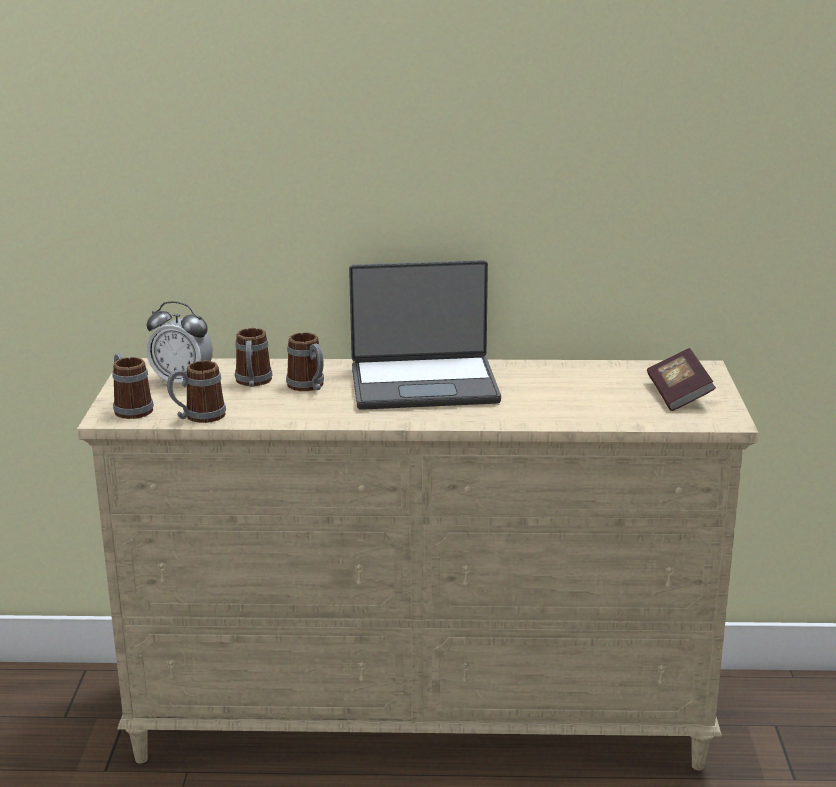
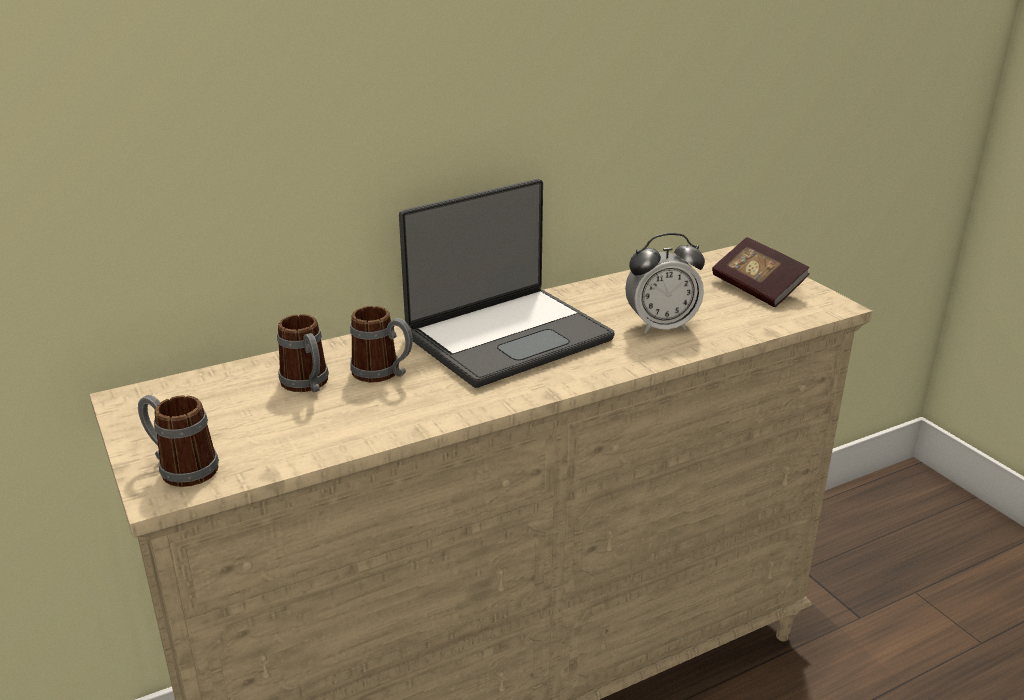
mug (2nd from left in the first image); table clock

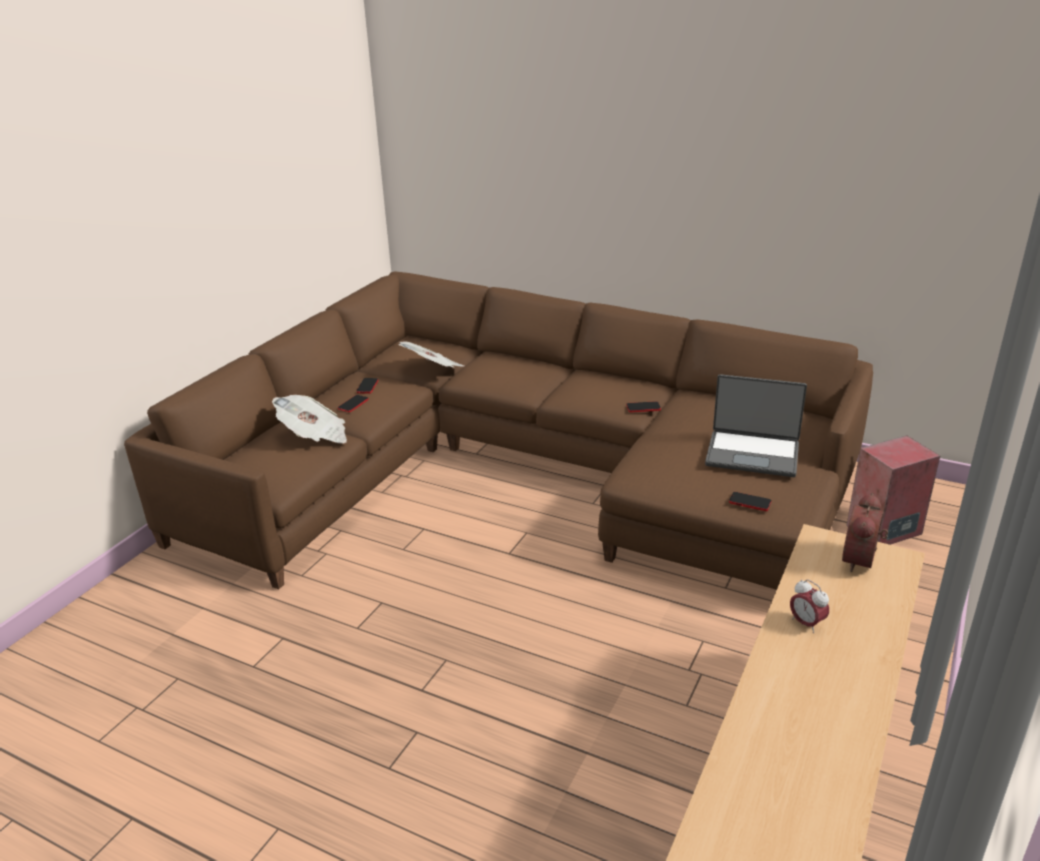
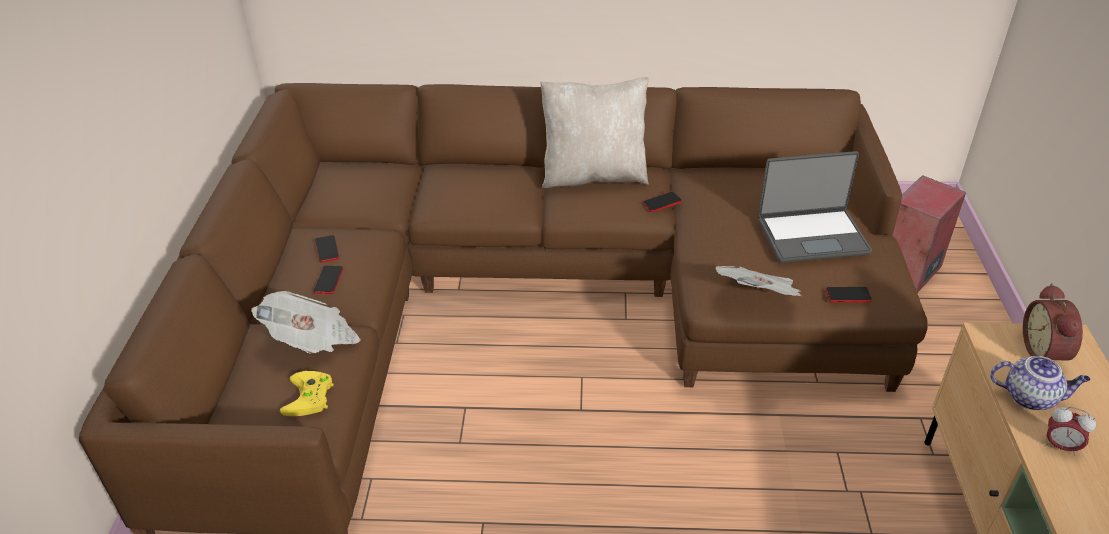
yellowish joypad; beige-coloured pillow; tea pot; printed paper (2nd from left)

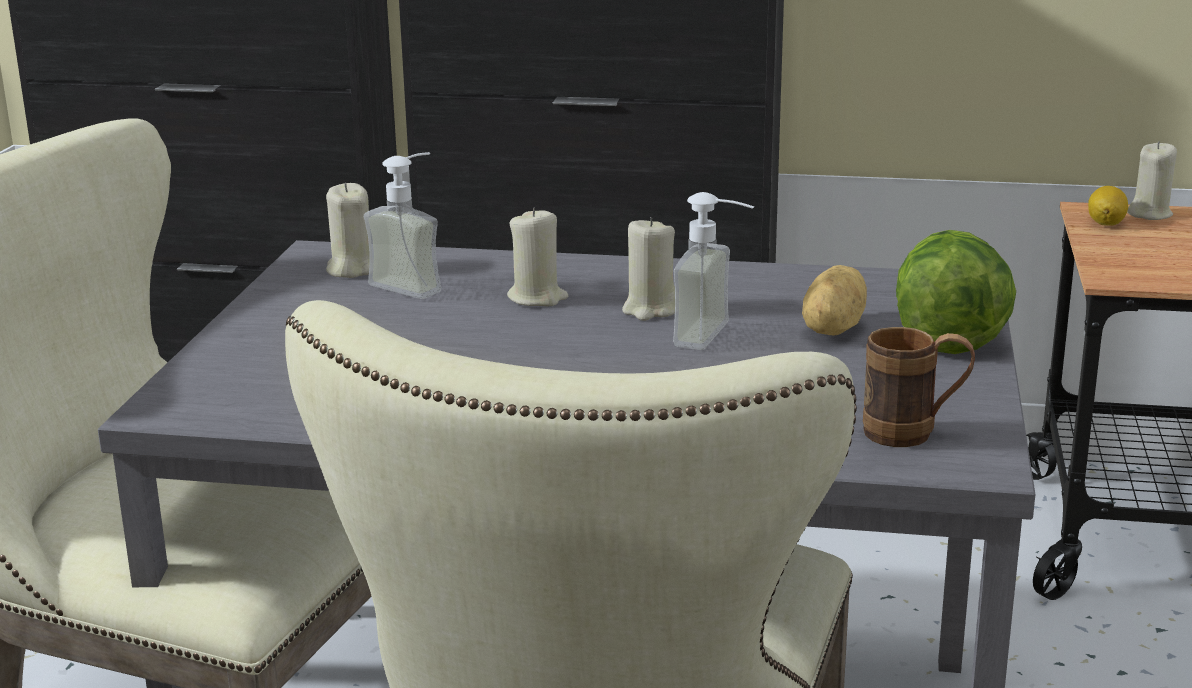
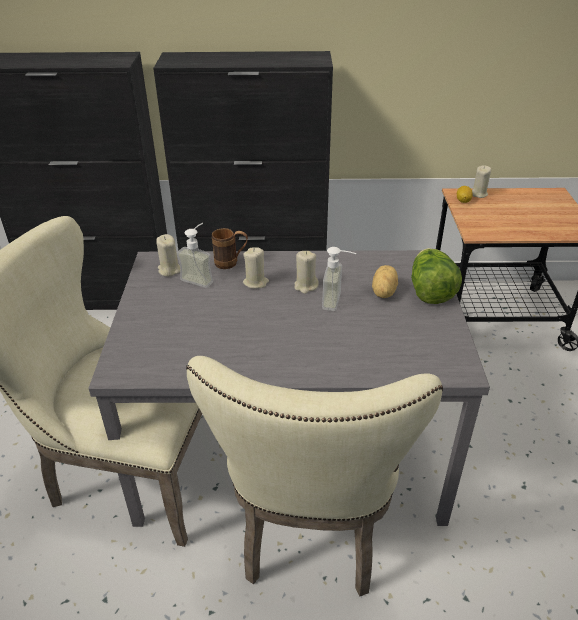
brown-coloured mug

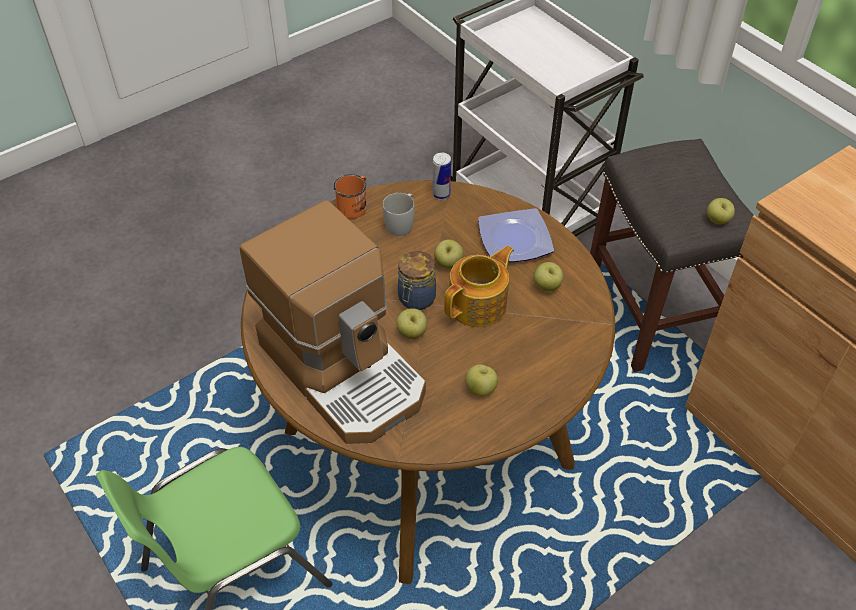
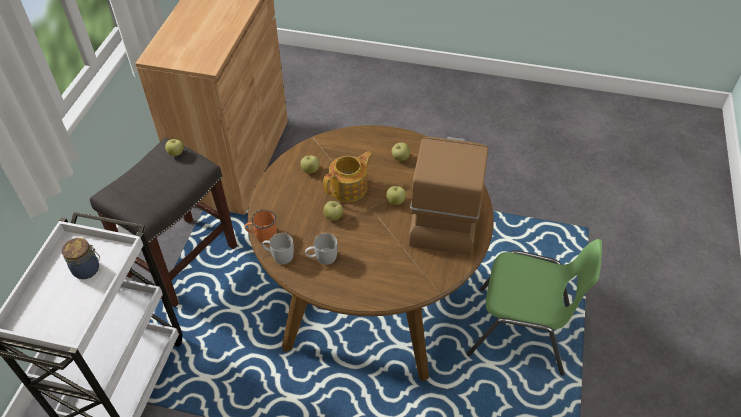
flat dish; orange-coloured mug; storage jar; white mug (1st from left); tea pot

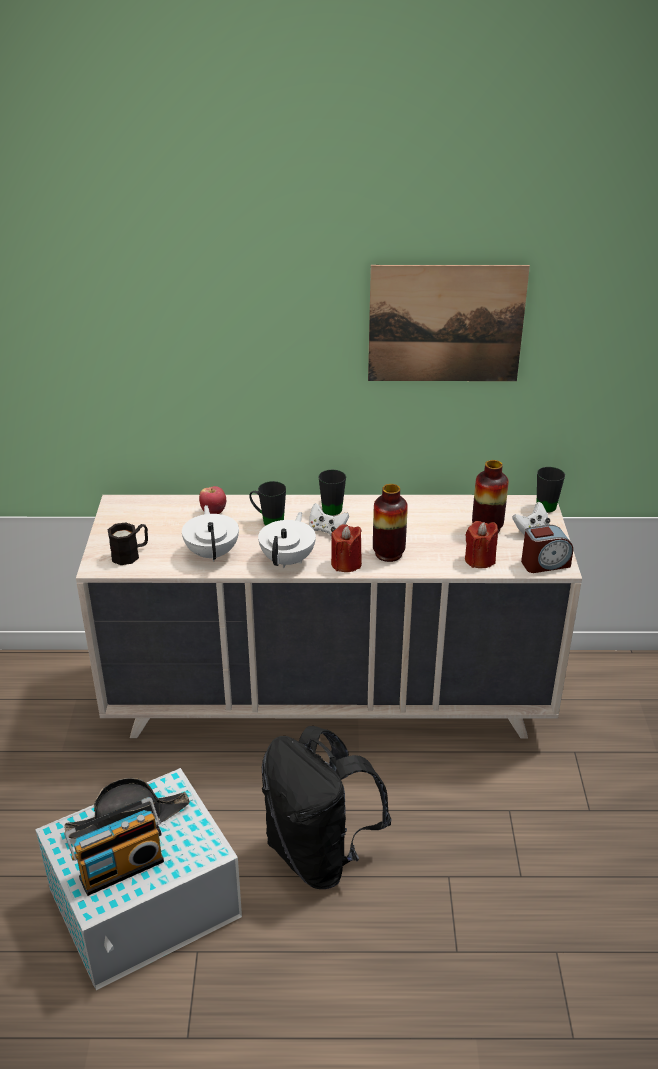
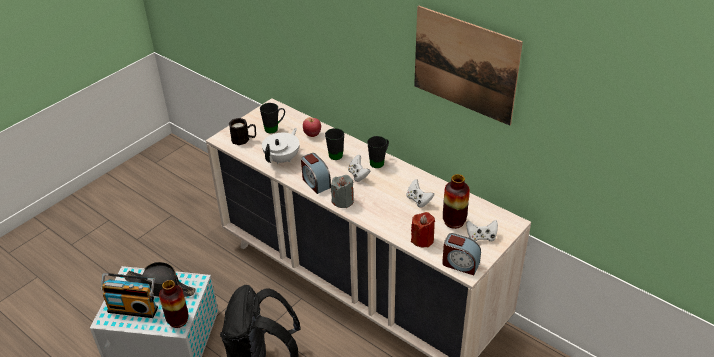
white joypad (2nd from left); decorative vase (1st from left); black-coloured mug (2nd from left); table clock (1st from left); grey wax light

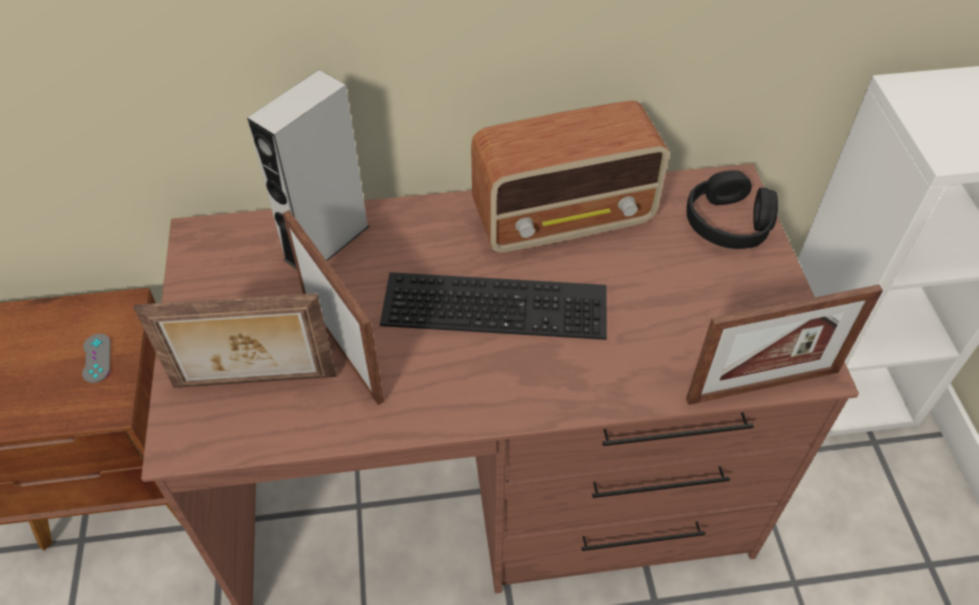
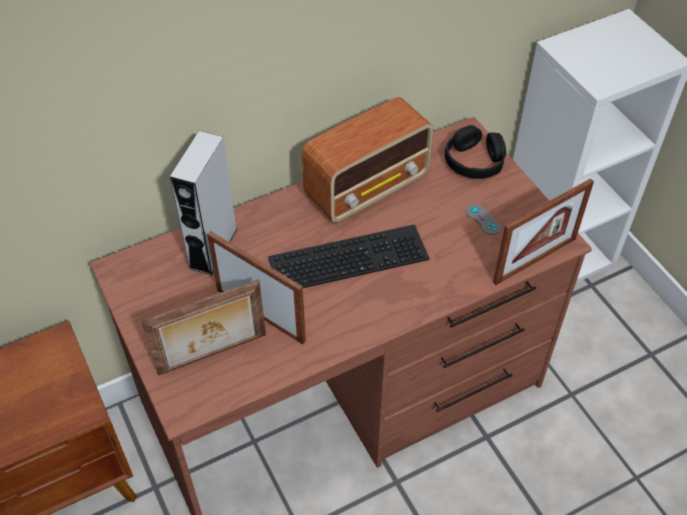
grey joypad

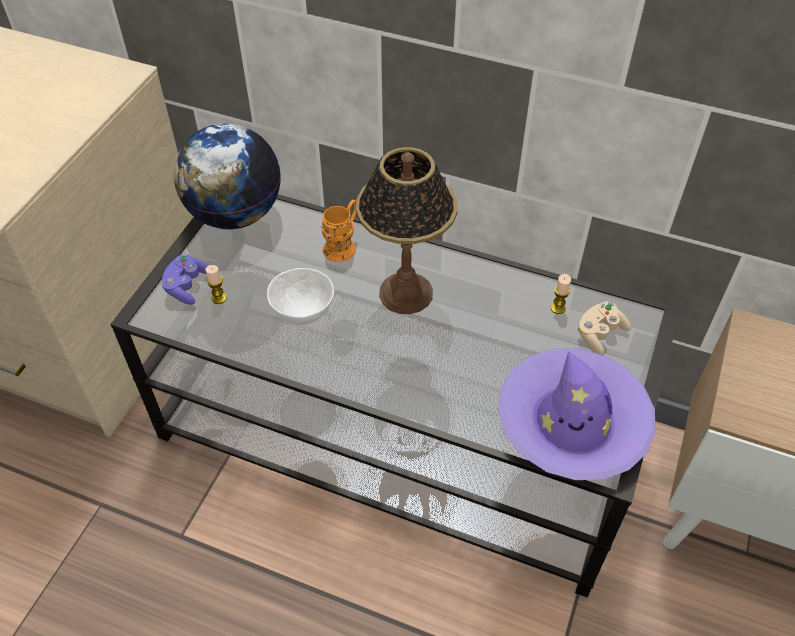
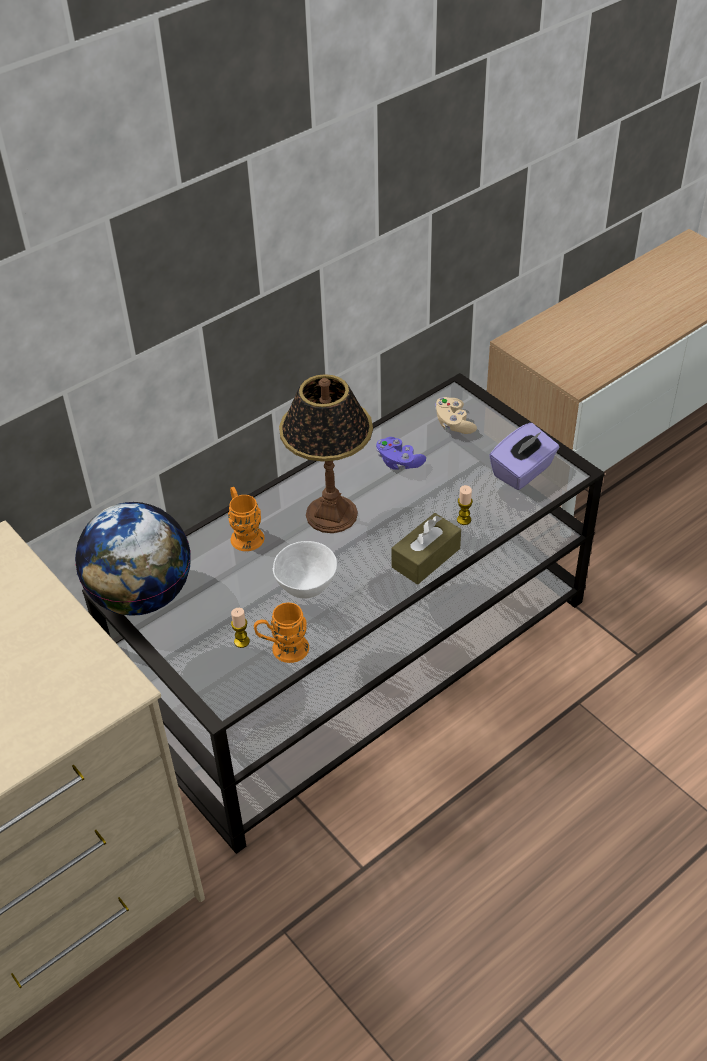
orange-coloured mug (2nd from left); brown-coloured tissue box; purple-coloured joypad; wax light (2nd from left); purple-coloured tissue box

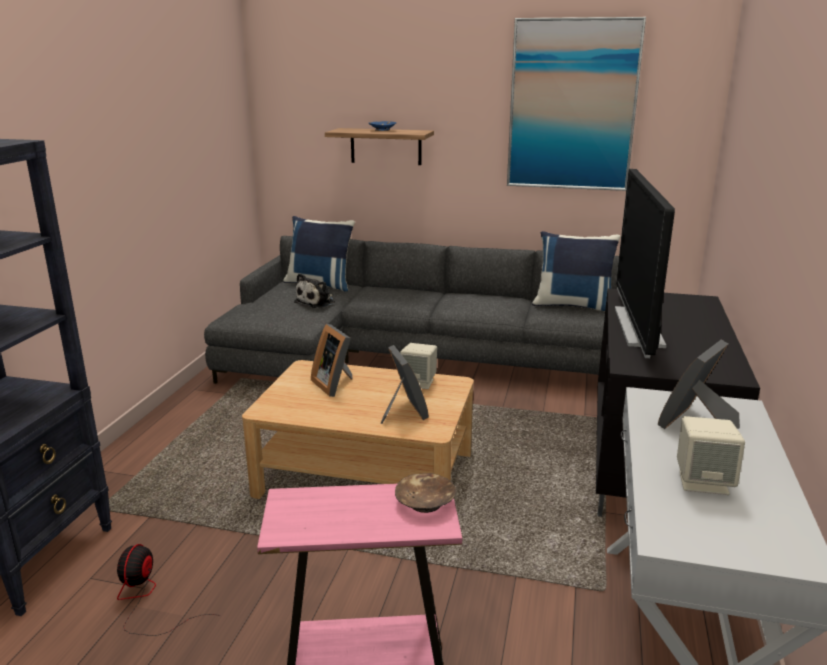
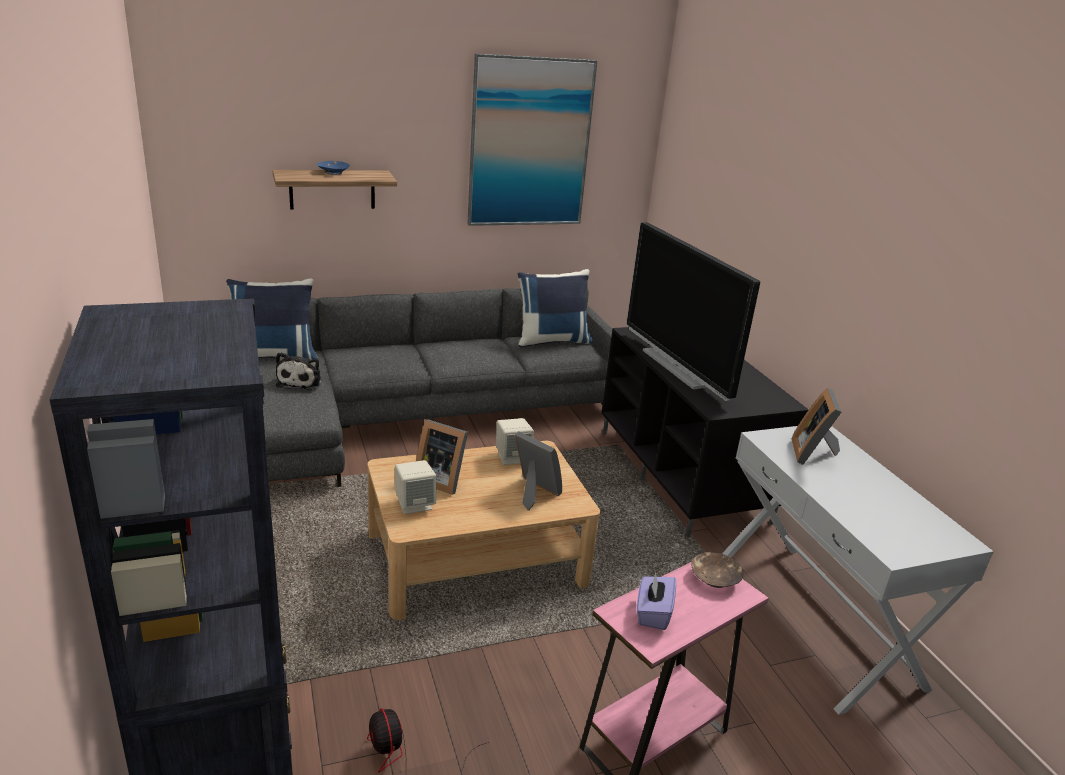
purple-coloured tissue box; beige-coloured loudspeaker (1st from left)

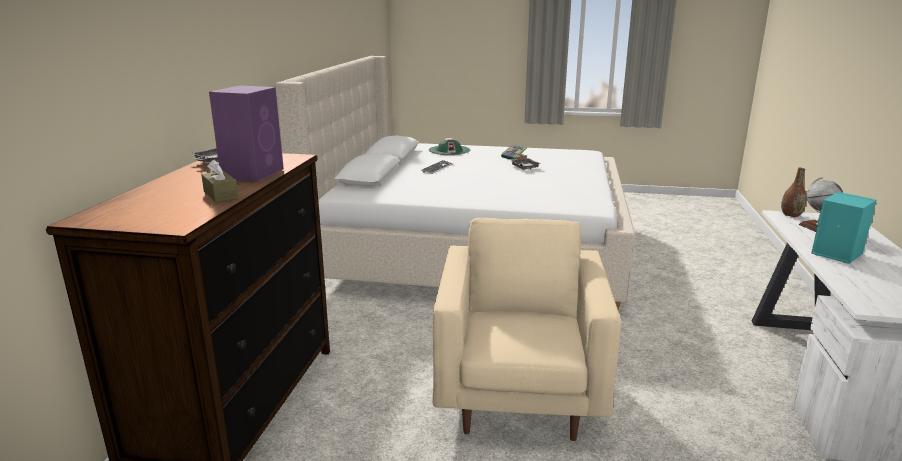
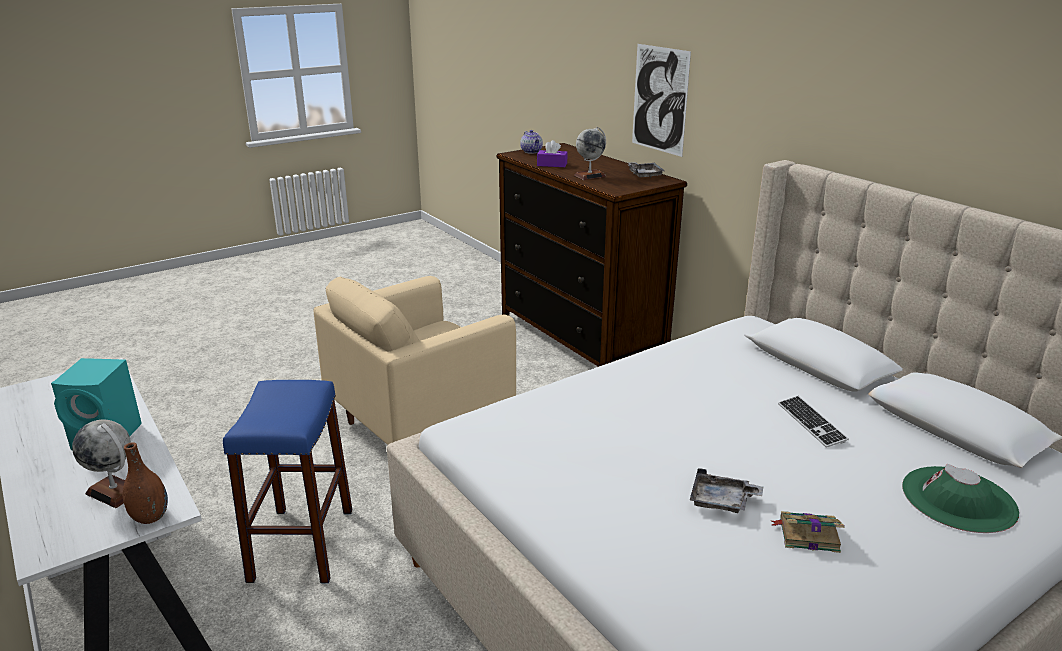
blue stool seat; tea pot; wall picture; desk globe (2nd from left); purple-coloured tissue box; beige-coloured armchair

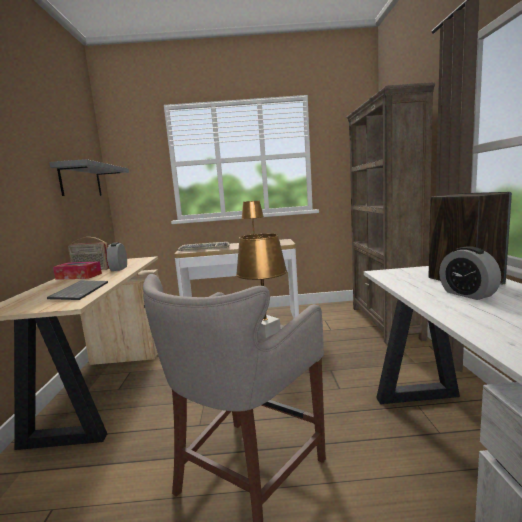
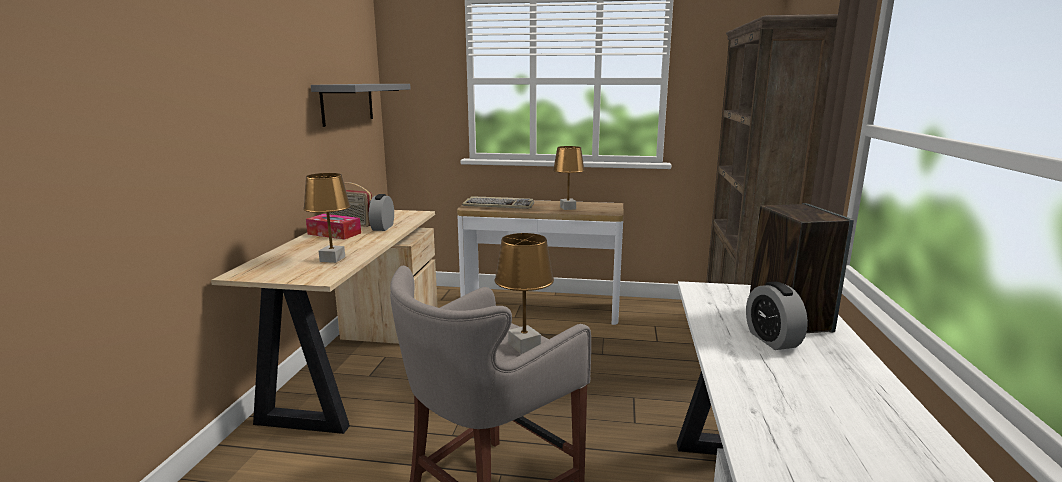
brown-coloured tabletop lamp (1st from left)

